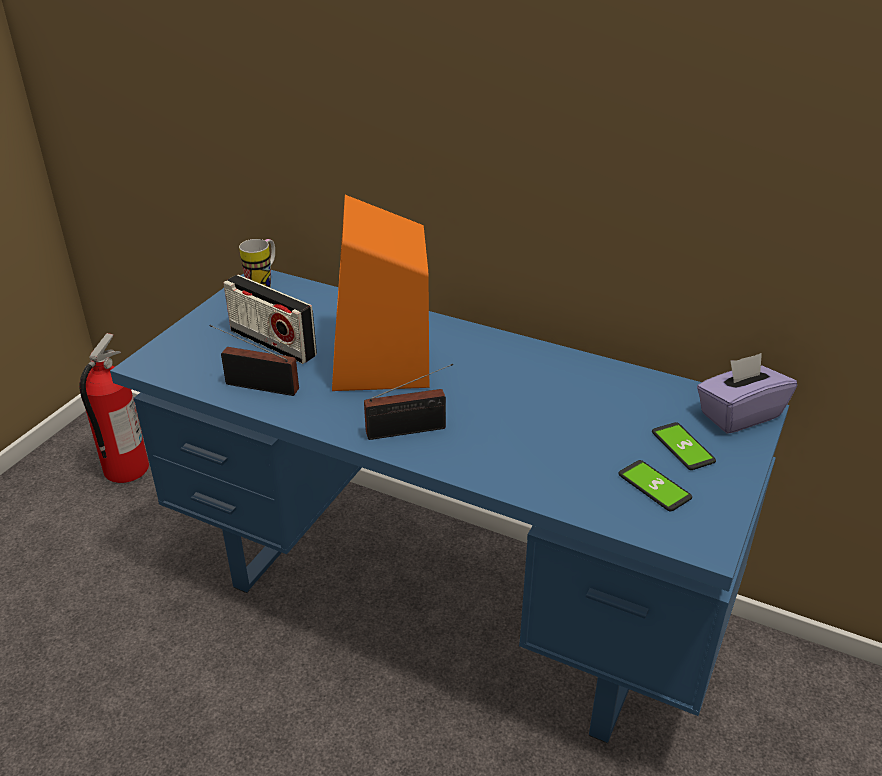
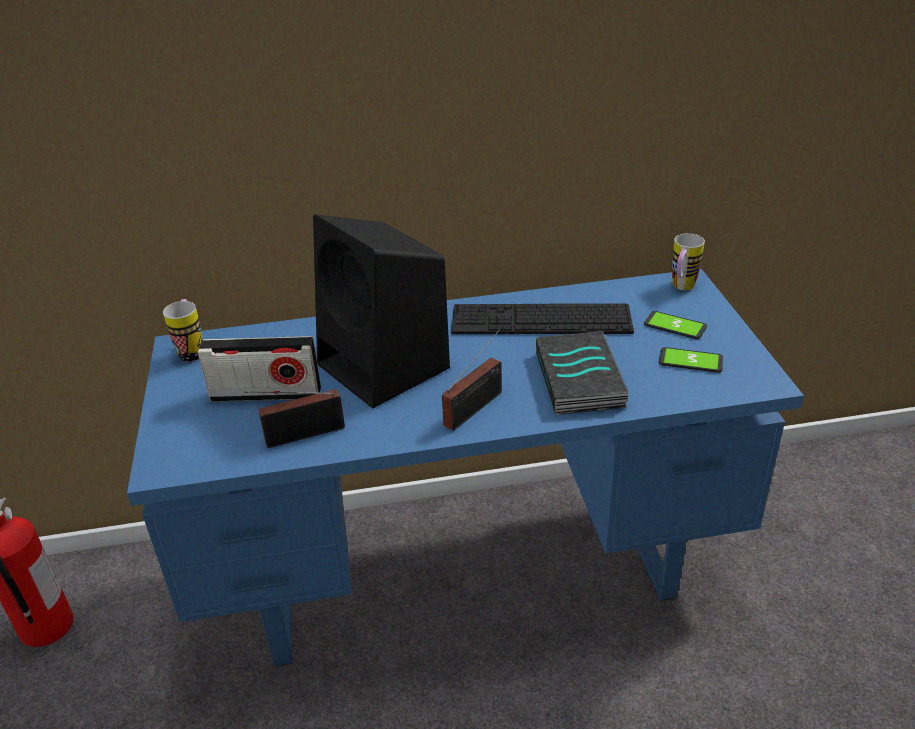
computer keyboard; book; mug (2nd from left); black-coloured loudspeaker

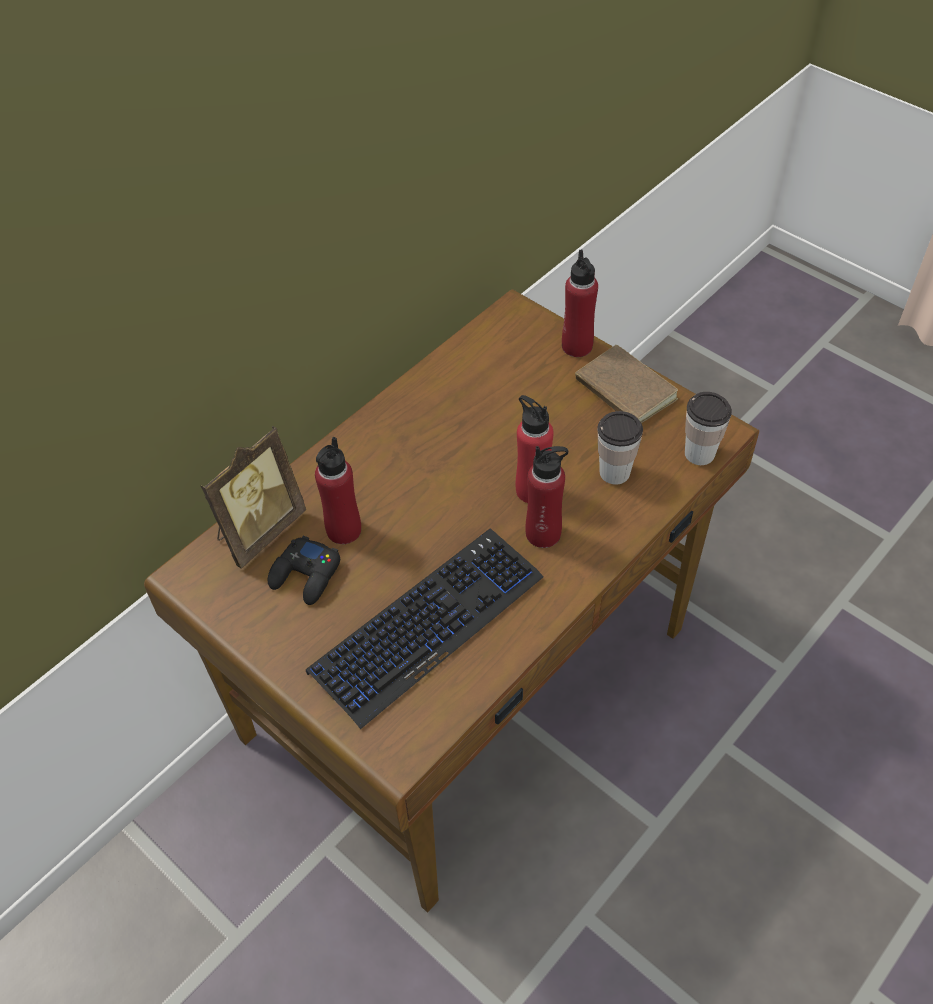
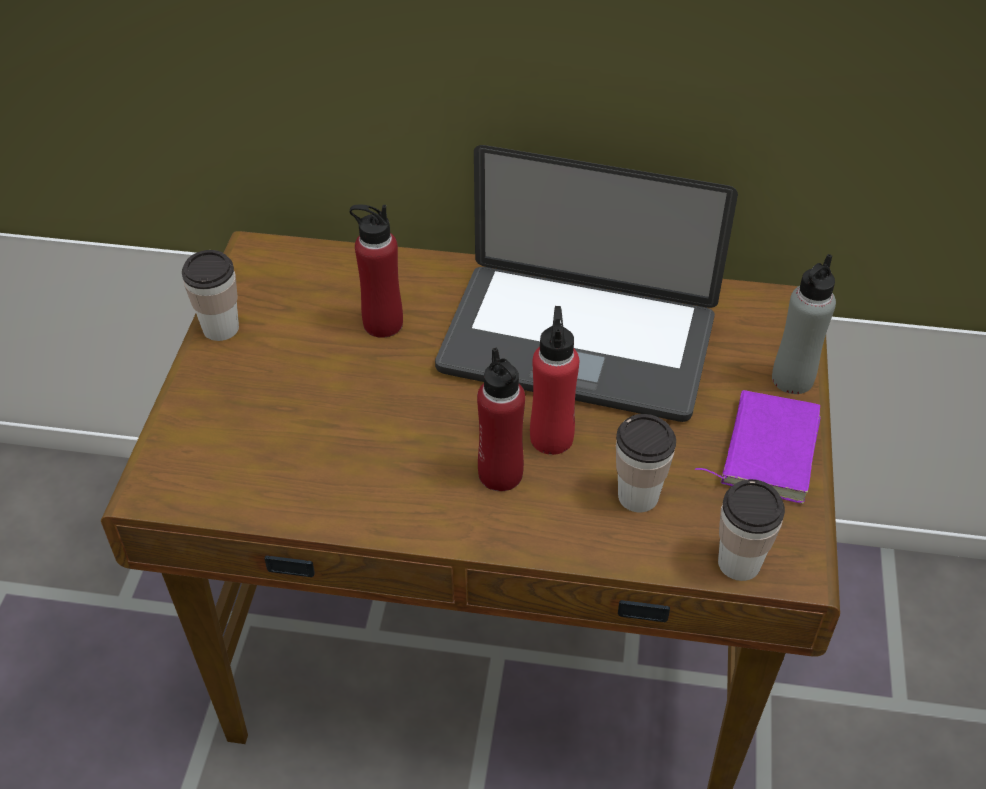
photo frame; black-coloured joypad; computer keyboard; small cup (1st from left); portable computer; grey drink bottle; purple-coloured book

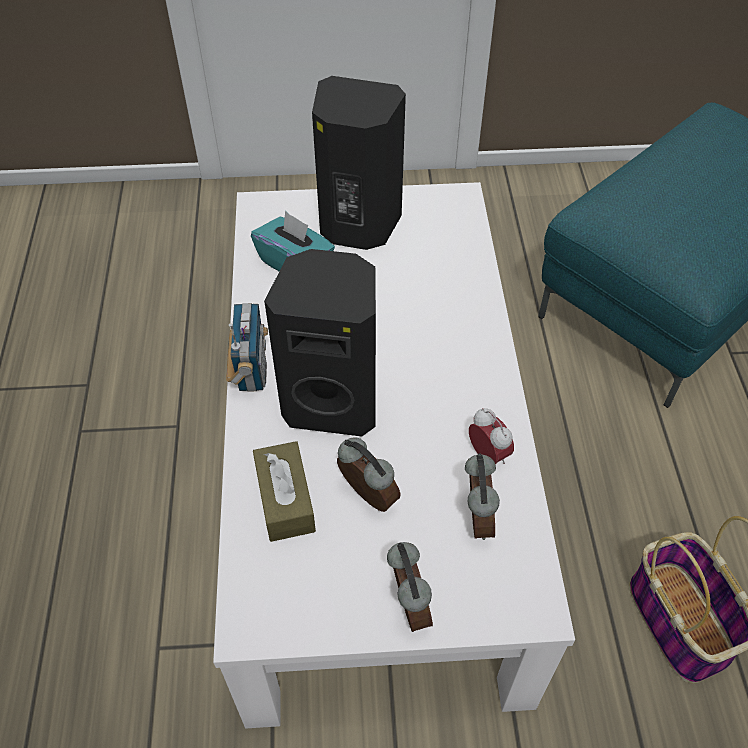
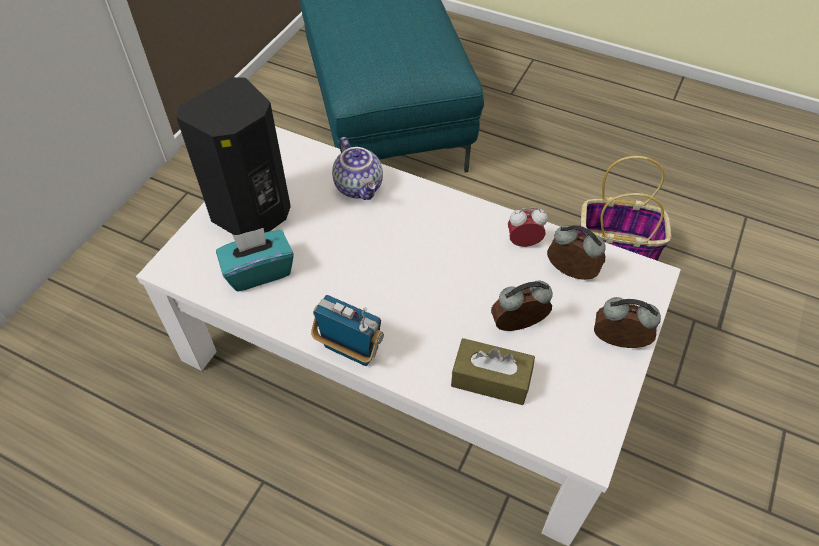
black-coloured loudspeaker (1st from left in the first image); tea pot

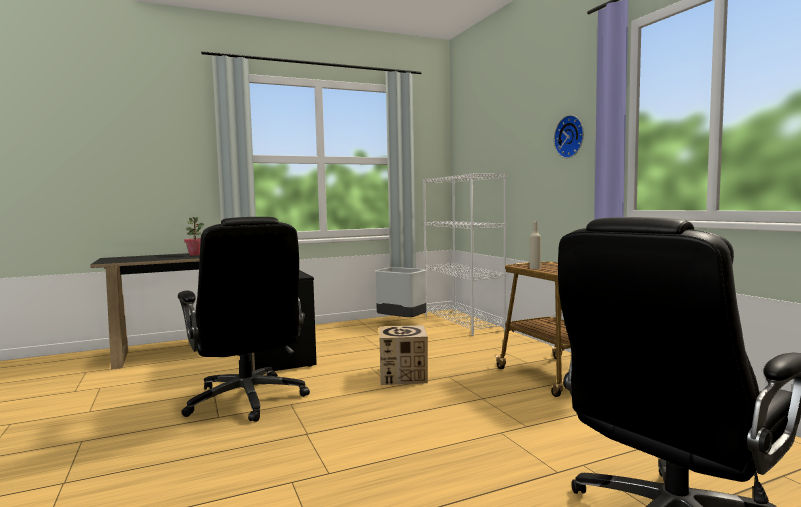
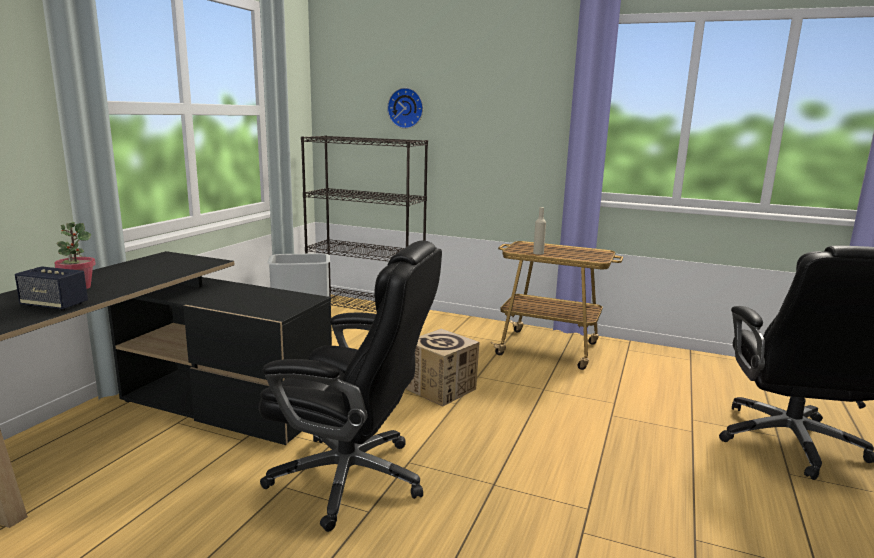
loudspeaker; wall clock; black-coloured bookshelf

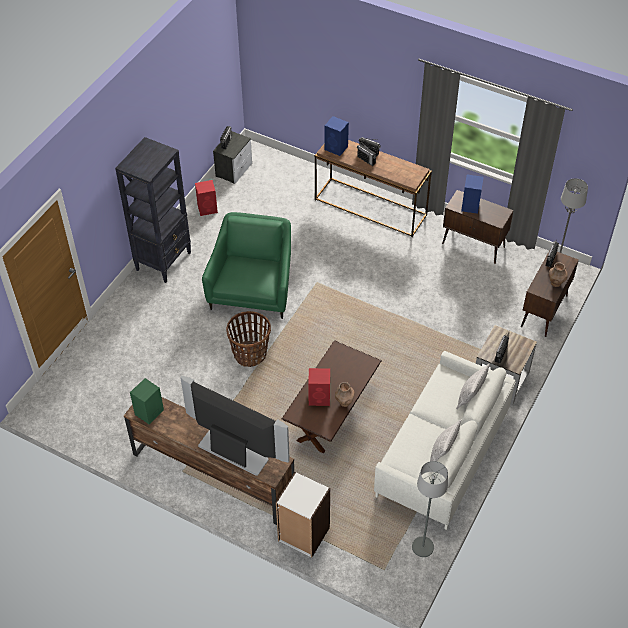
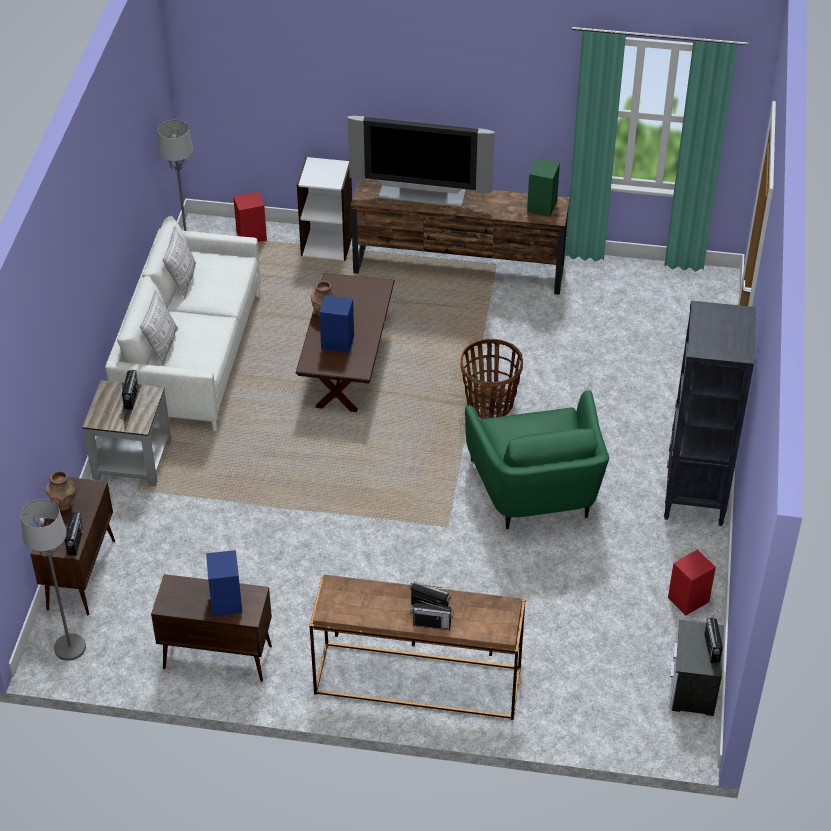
red loudspeaker (1st from left); blue loudspeaker (2nd from left)

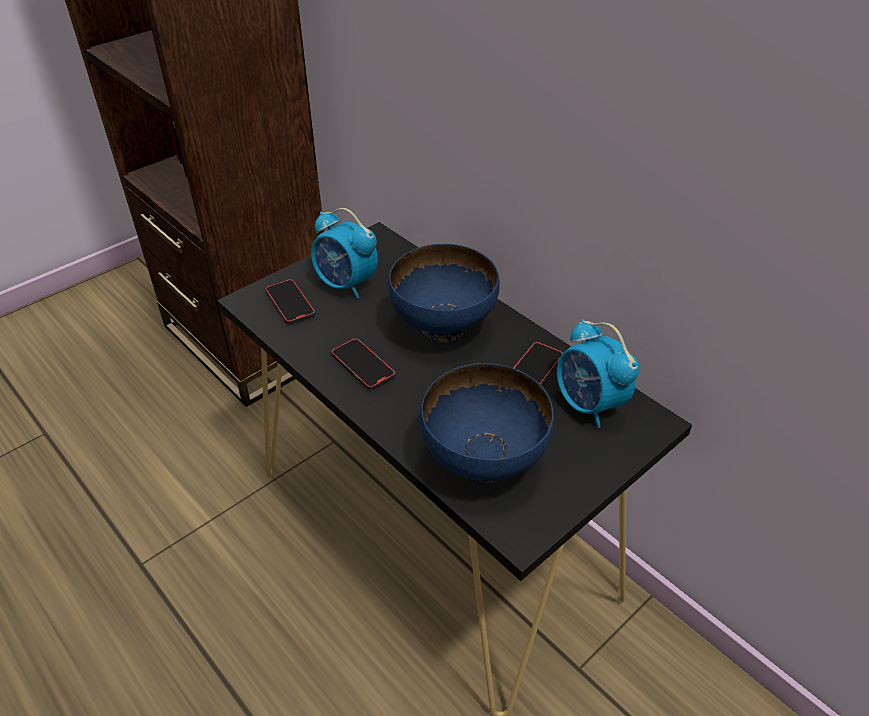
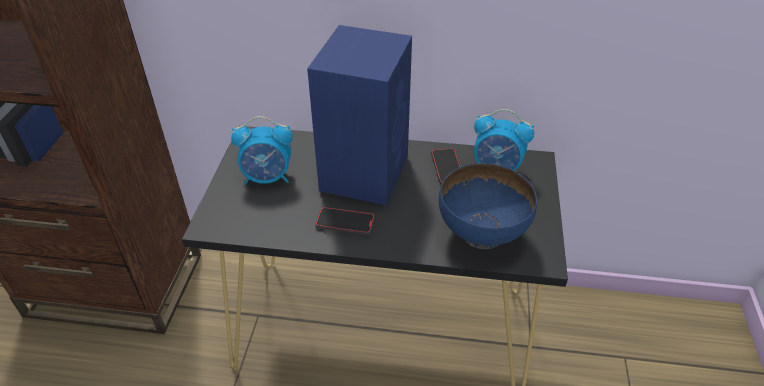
phone (1st from left in the first image); blue loudspeaker

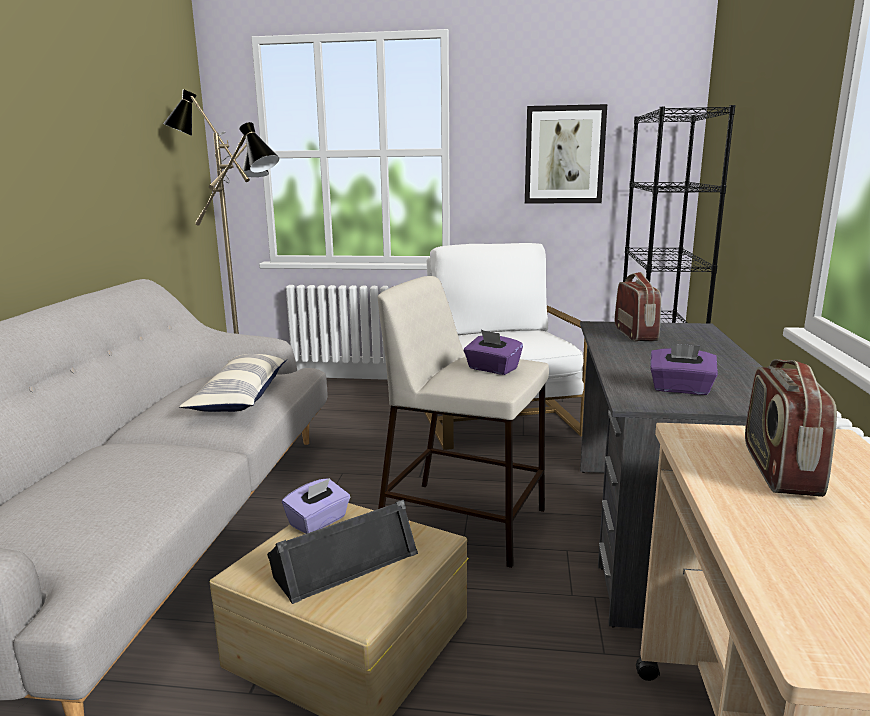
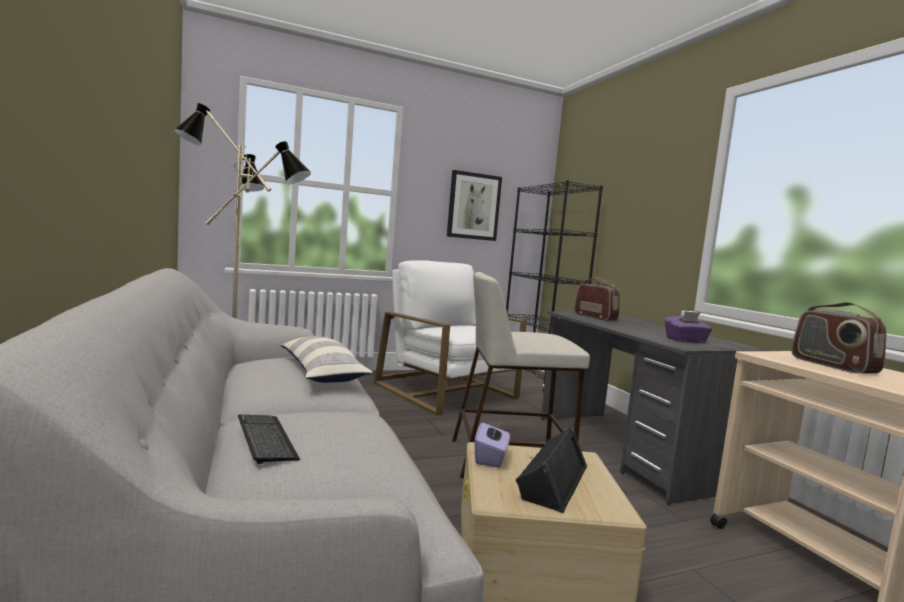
purple-coloured tissue box (2nd from left in the first image); computer keyboard

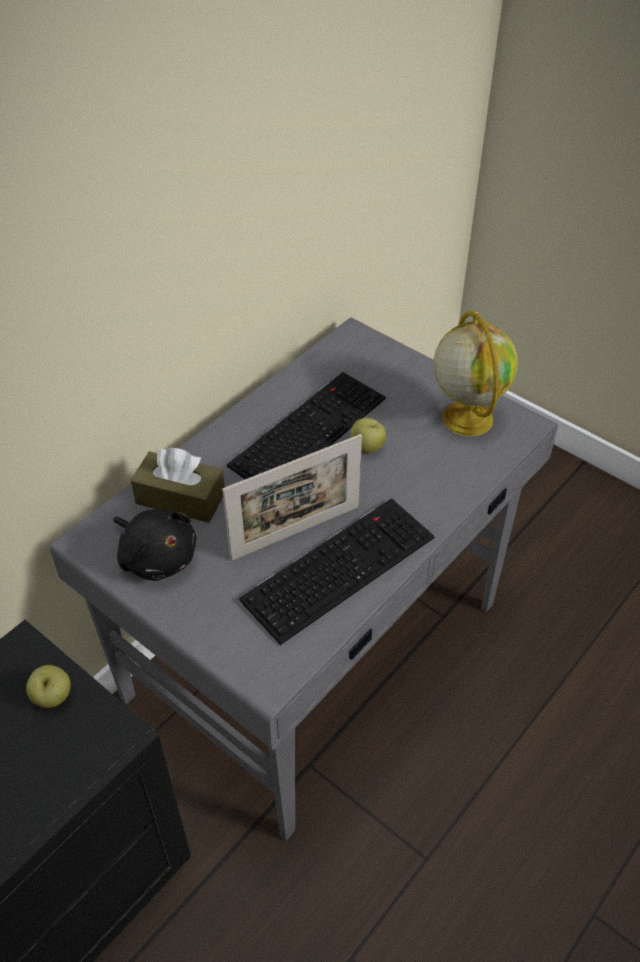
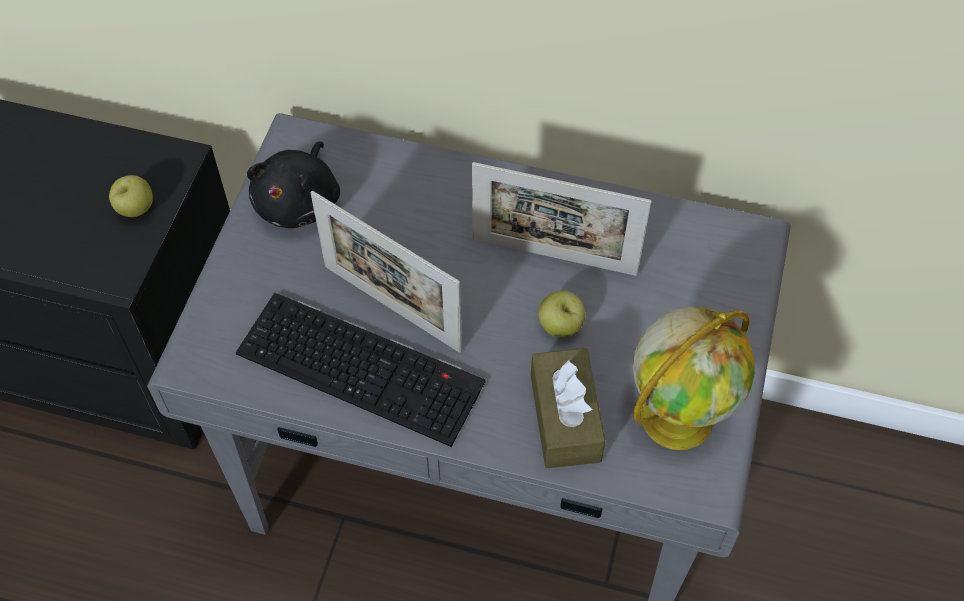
brown-coloured tissue box; photo frame (2nd from left)

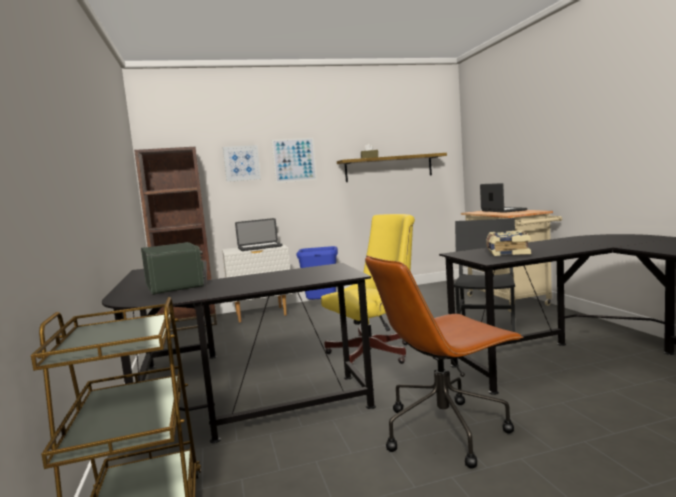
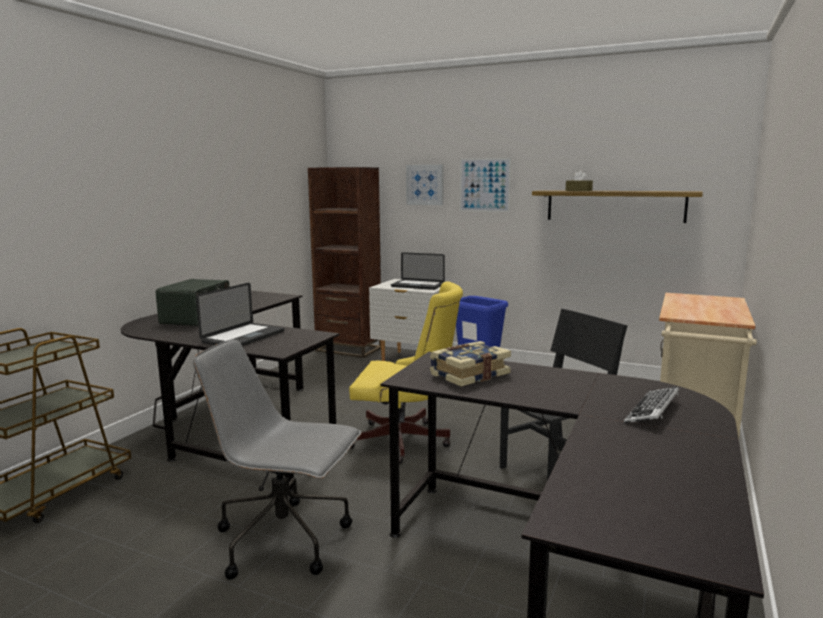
computer keyboard; portable computer (1st from left); grey desk chair

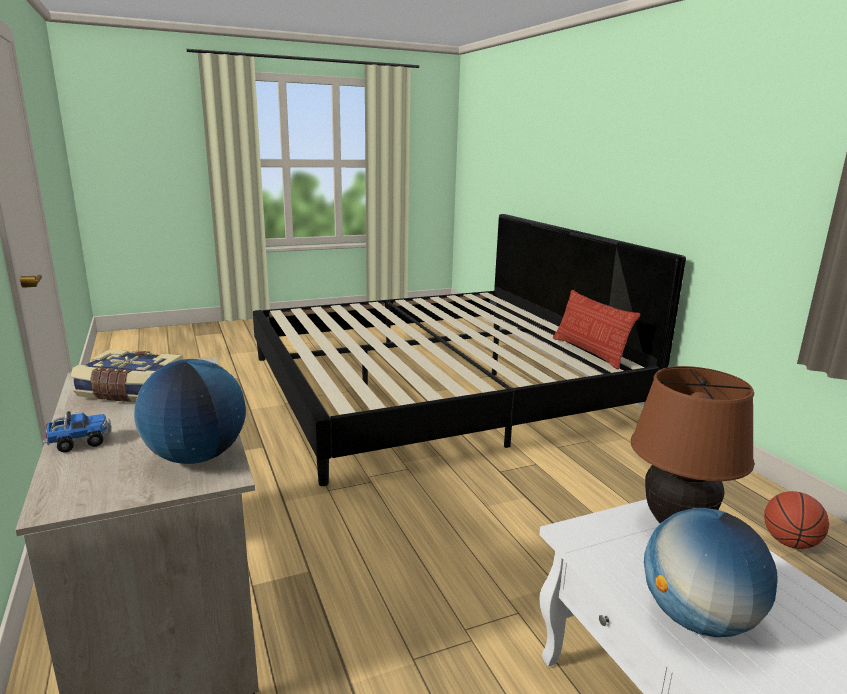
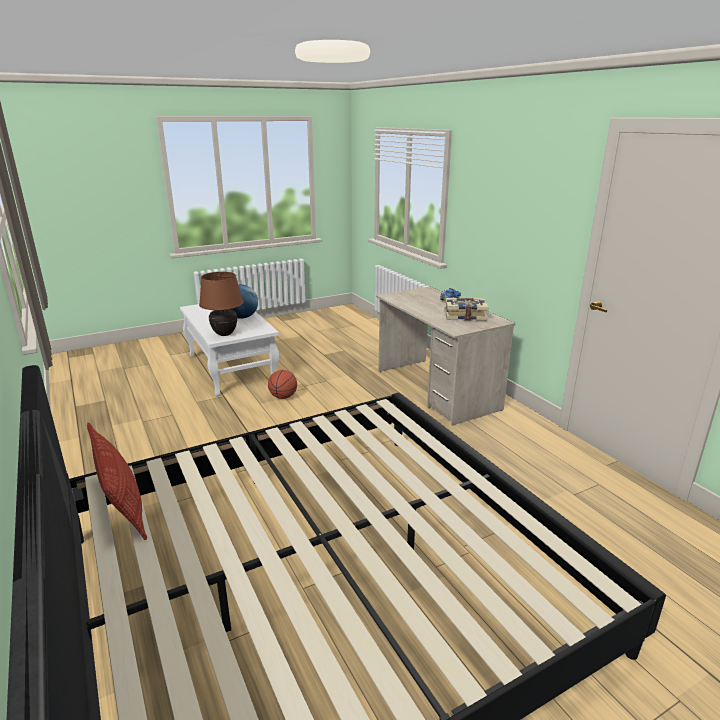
desk globe (1st from left in the first image); ball for basketball

